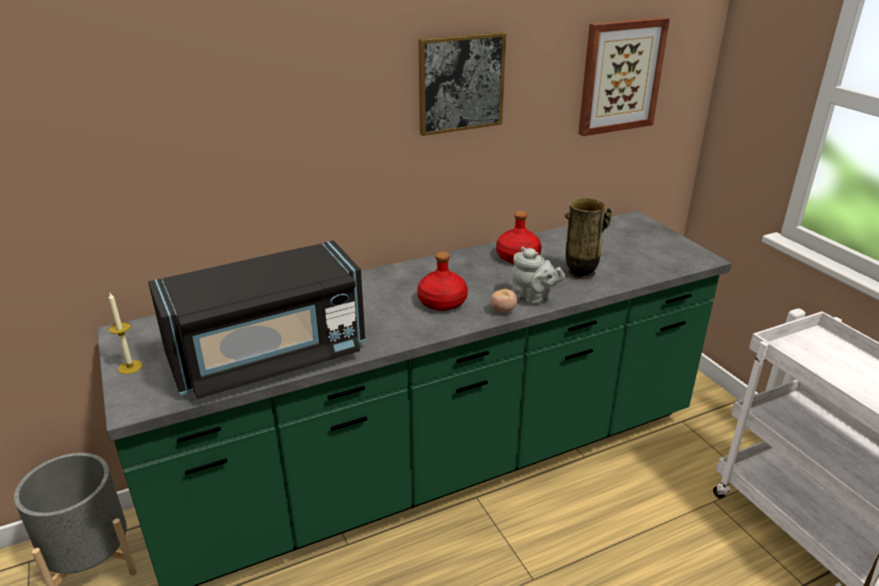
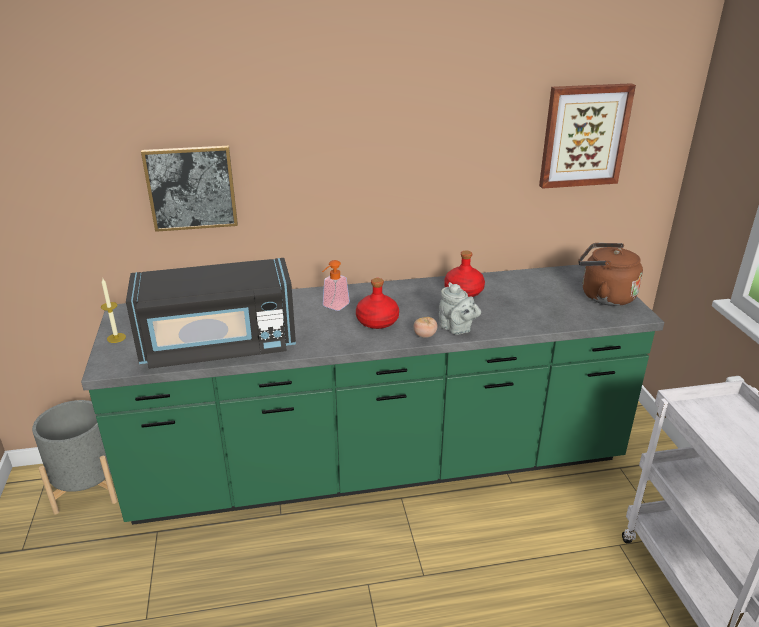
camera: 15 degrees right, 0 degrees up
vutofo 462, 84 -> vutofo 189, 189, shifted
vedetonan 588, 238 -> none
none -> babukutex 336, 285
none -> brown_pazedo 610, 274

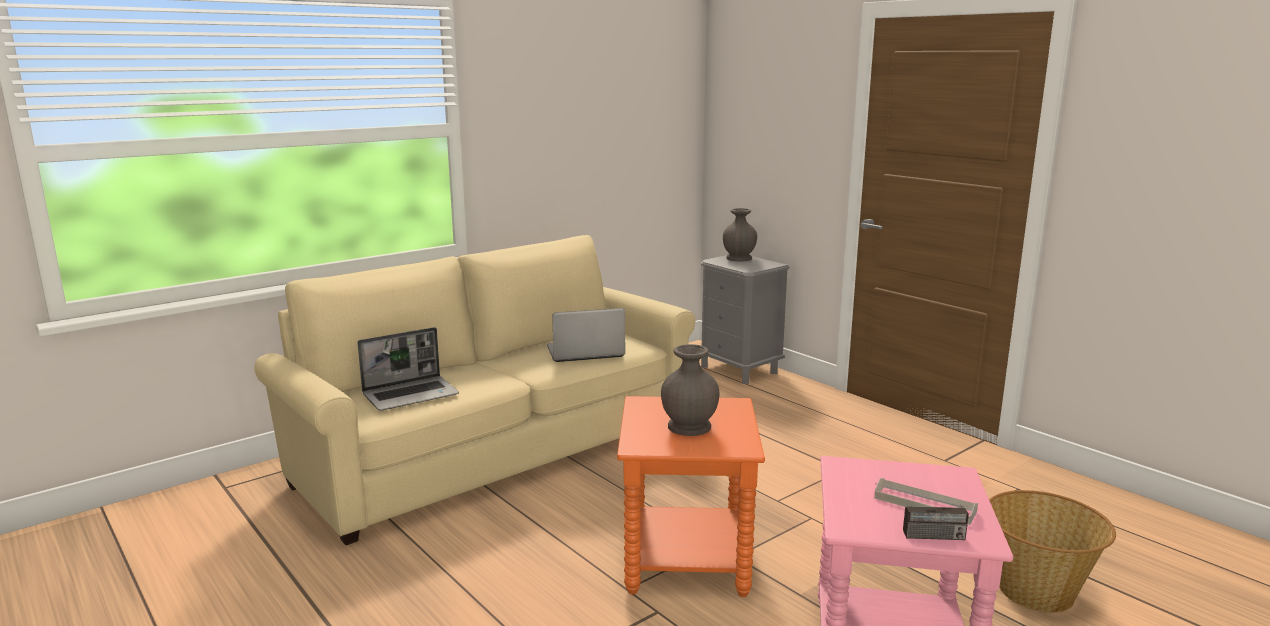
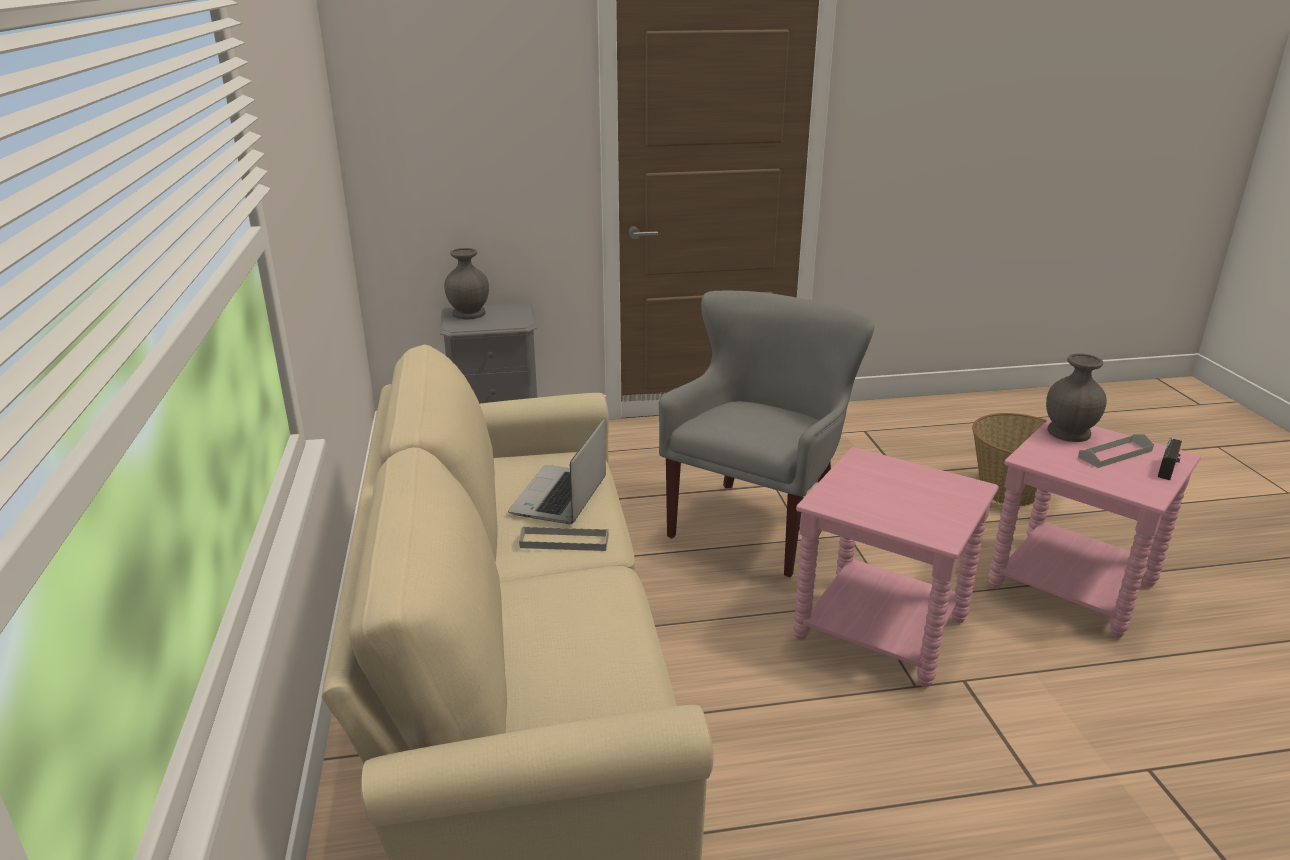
camera: 60 degrees left, 10 degrees up
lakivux 408, 369 -> none
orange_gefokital 691, 496 -> pink_gefokital 895, 567
grey_vedetonan 690, 390 -> grey_vedetonan 1076, 397, shifted
none -> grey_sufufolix 564, 538
none -> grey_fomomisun 766, 434

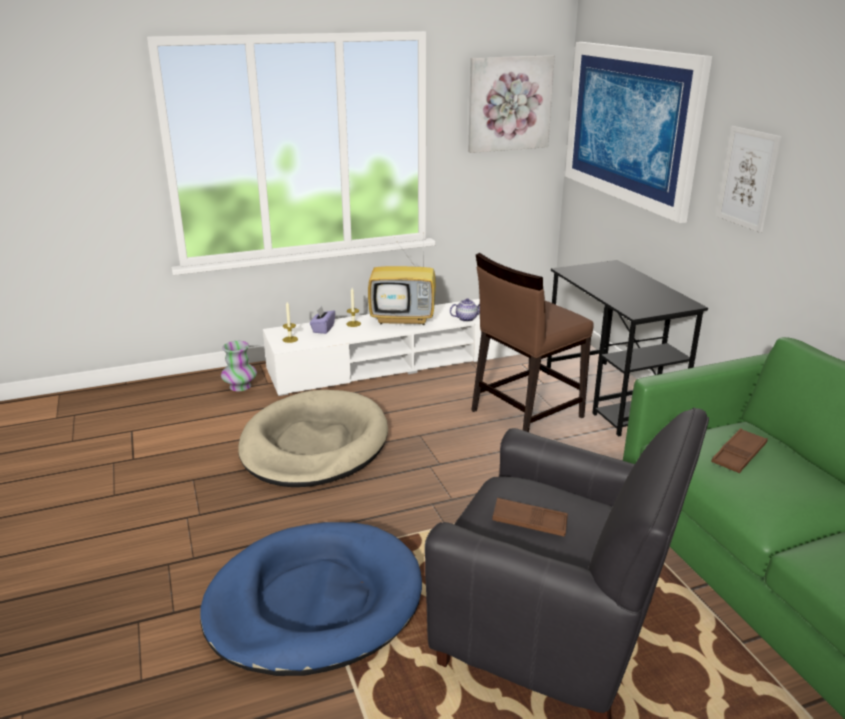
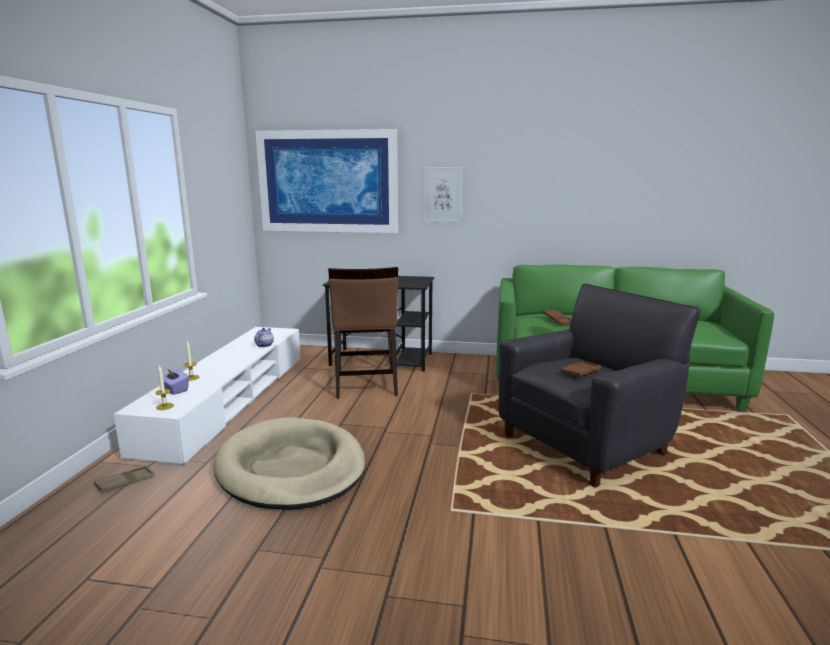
camera: 60 degrees left, 10 degrees down
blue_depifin 311, 599 -> none
vedetonan 239, 366 -> brown_sufufolix 124, 479
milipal 402, 282 -> none
vutofo 511, 104 -> none

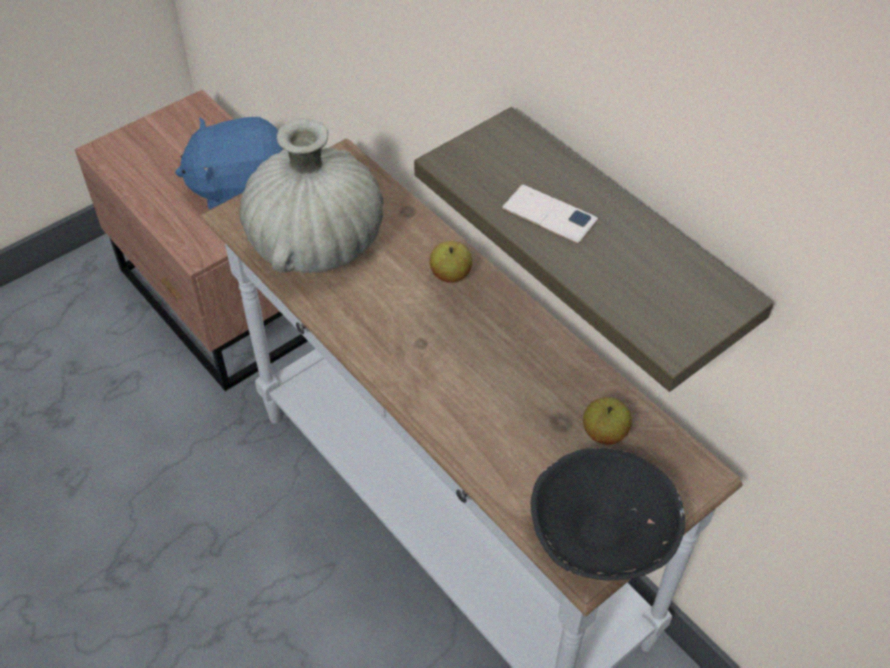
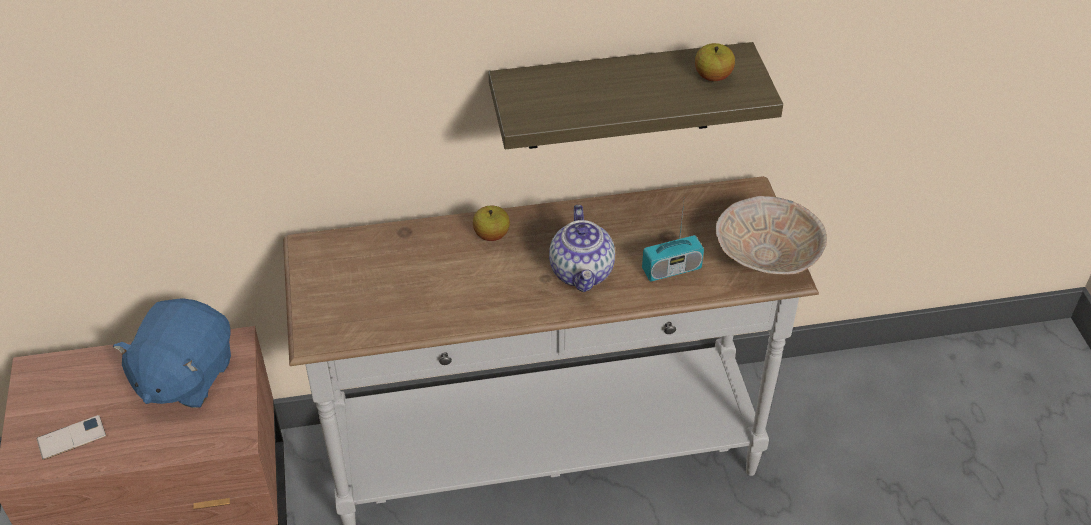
camera: 60 degrees left, 5 degrees down
beige_vedetonan 311, 195 -> none
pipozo 550, 214 -> pipozo 71, 437, shifted
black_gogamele 608, 514 -> beige_gogamele 771, 235
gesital 607, 420 -> gesital 715, 62, shifted
none -> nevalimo 582, 248
none -> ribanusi 673, 241

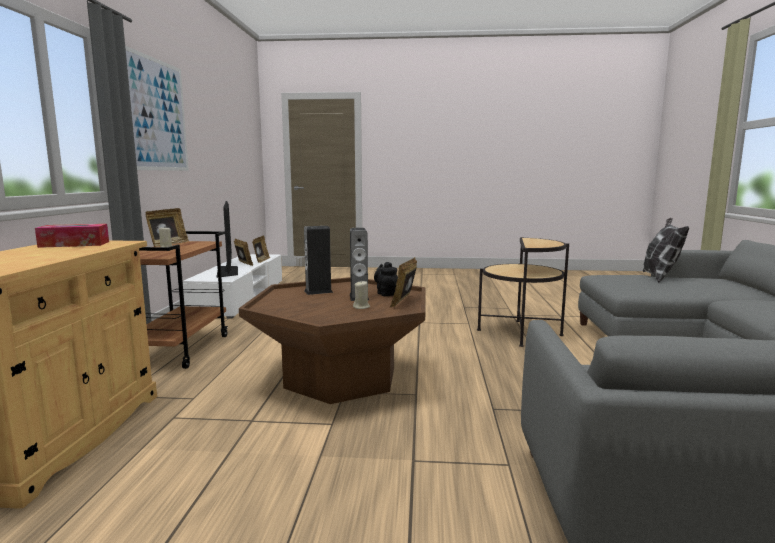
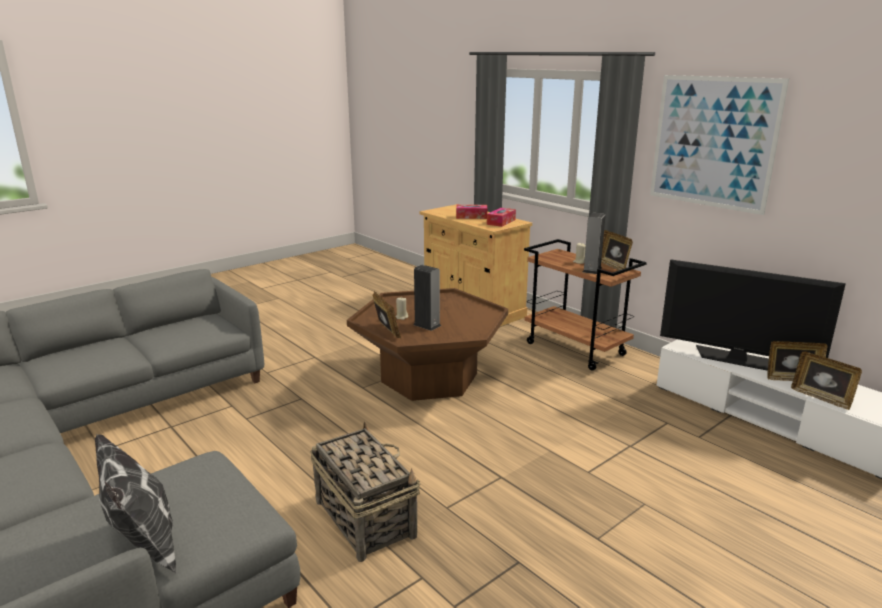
camera: 135 degrees right, 10 degrees up
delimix 318, 260 -> delimix 594, 243, shifted
black_nevalimo 386, 279 -> none
gefokital 523, 292 -> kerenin 365, 491
none -> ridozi 471, 212

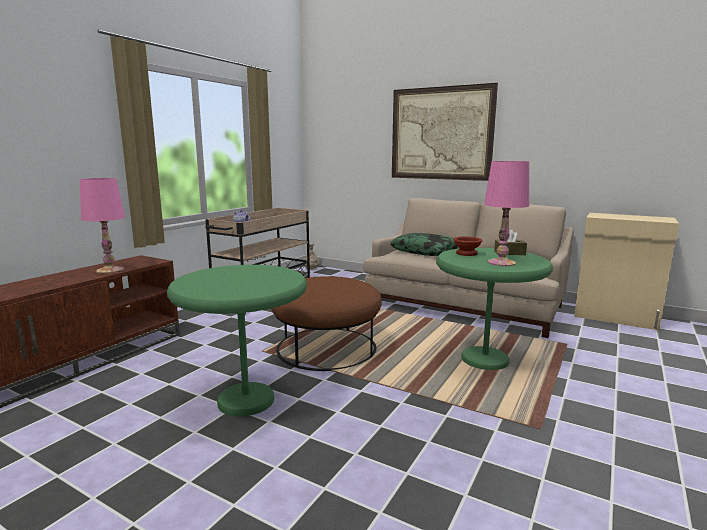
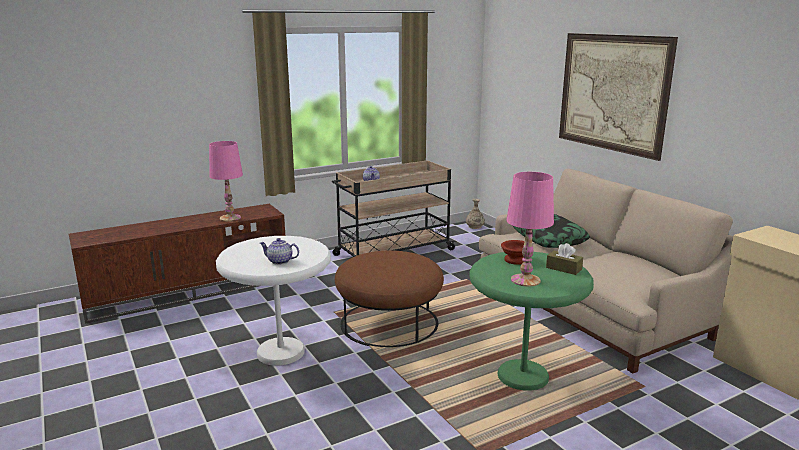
camera: 30 degrees right, 5 degrees up
green_gefokital 237, 340 -> white_gefokital 273, 301
none -> nevalimo 279, 251

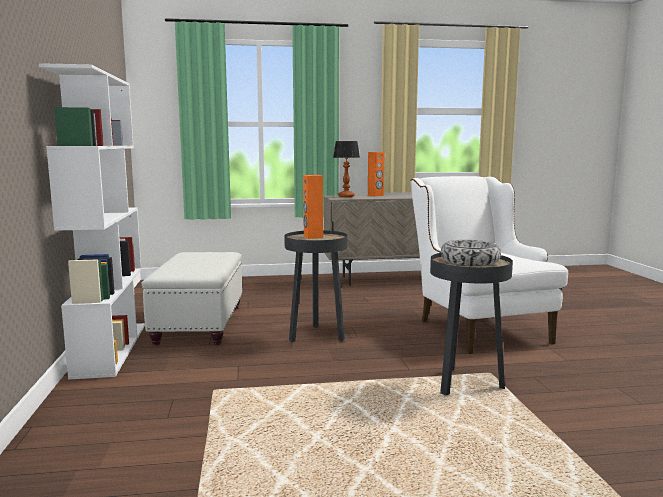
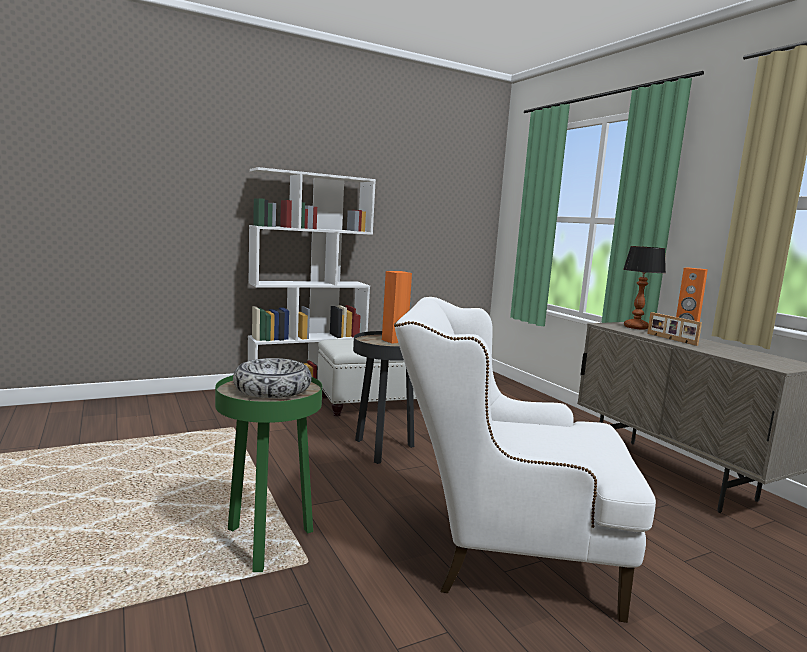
camera: 70 degrees right, 0 degrees up
white_fomomisun 489, 265 -> white_fomomisun 525, 460, 135 degrees counterclockwise
black_gefokital 471, 324 -> green_gefokital 268, 473
none -> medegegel 674, 329

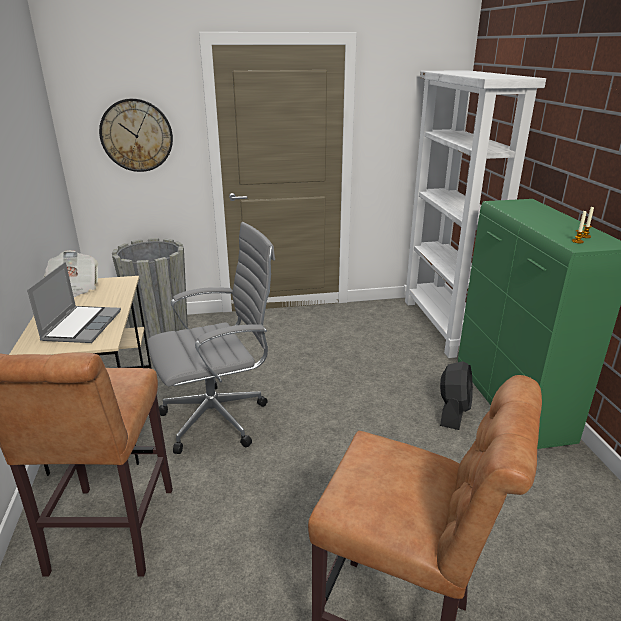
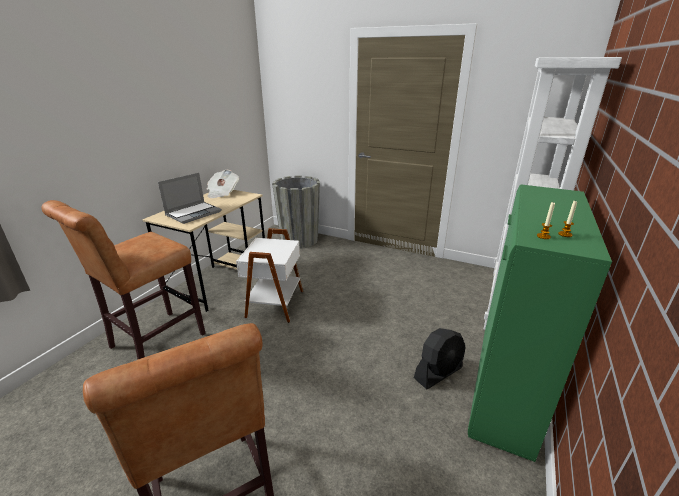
camera: 35 degrees right, 0 degrees up
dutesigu 136, 135 -> none
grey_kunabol 211, 338 -> white_gefokital 269, 275

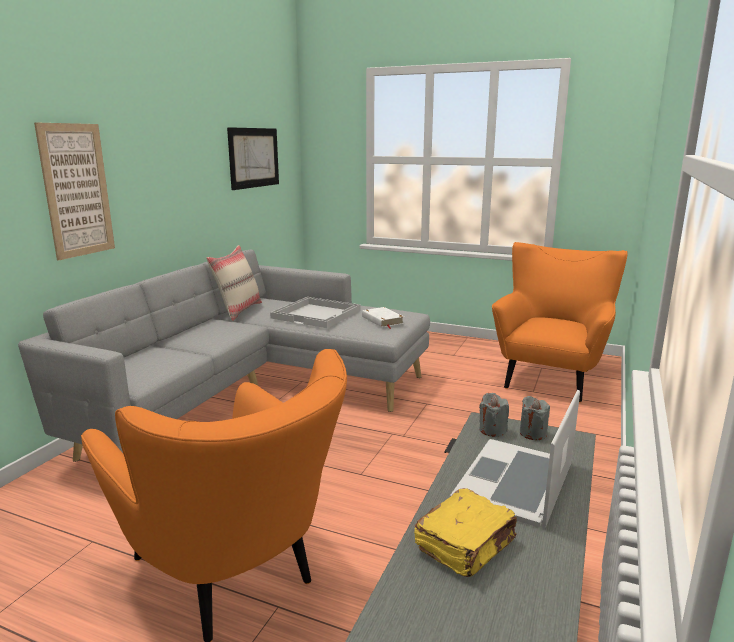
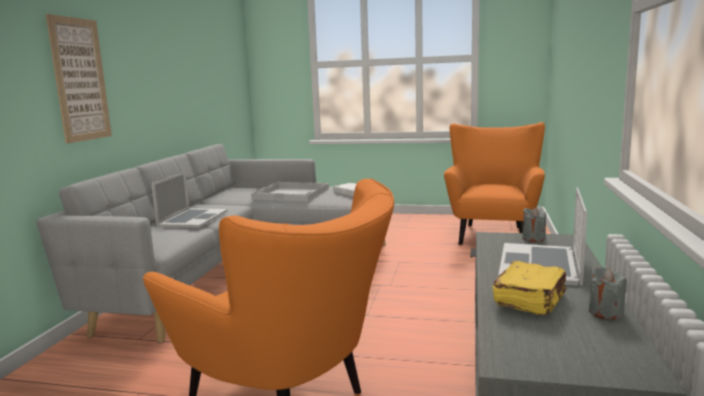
camera: 10 degrees left, 5 degrees down
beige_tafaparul 234, 283 -> none
vutofo 253, 158 -> none
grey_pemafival 494, 415 -> grey_pemafival 608, 293, shifted
none -> lakivux 189, 200

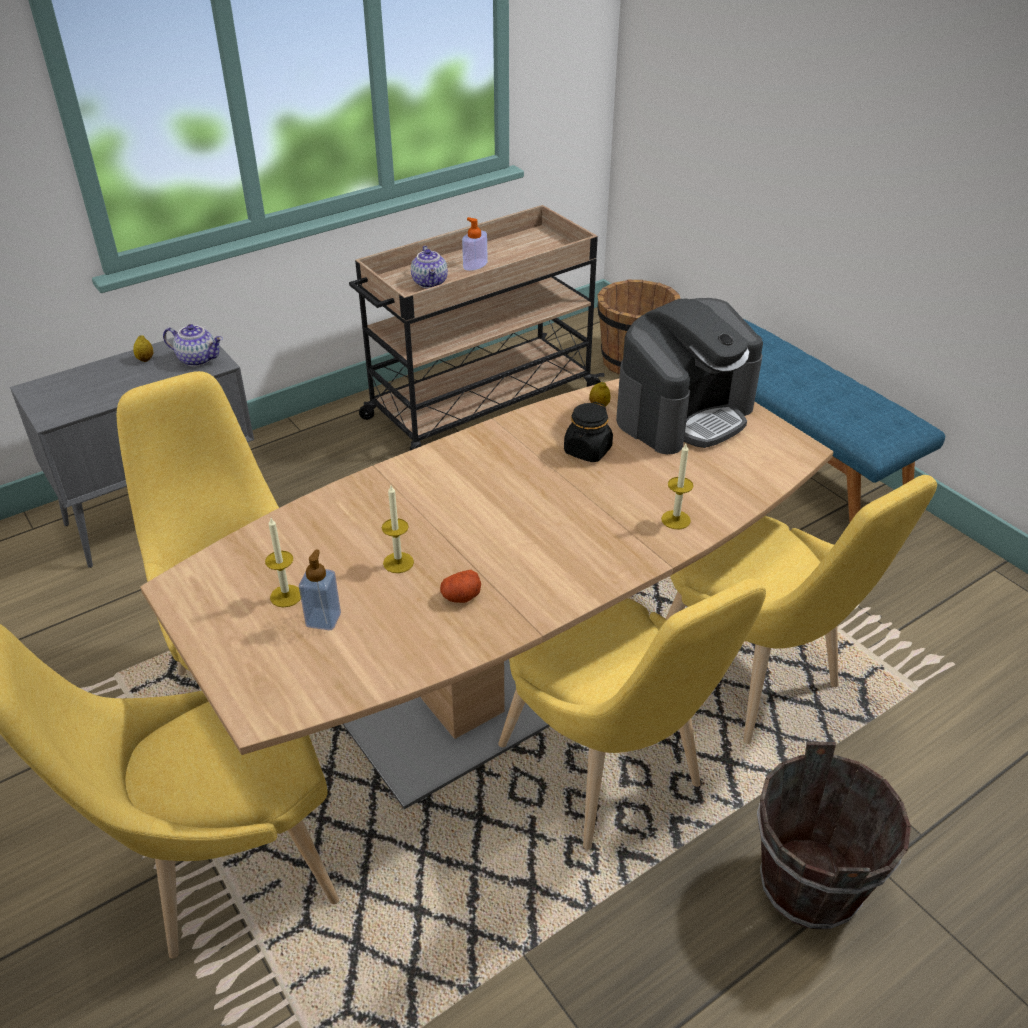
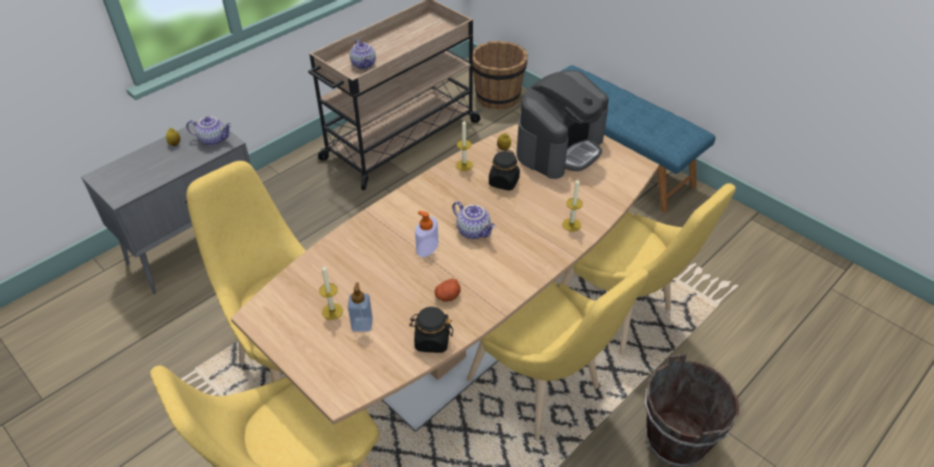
camera: 10 degrees left, 5 degrees up
pemafival 398, 529 -> pemafival 464, 145, shifted
babukutex 475, 244 -> babukutex 426, 234, shifted
none -> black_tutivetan 431, 330
none -> nevalimo 474, 220

